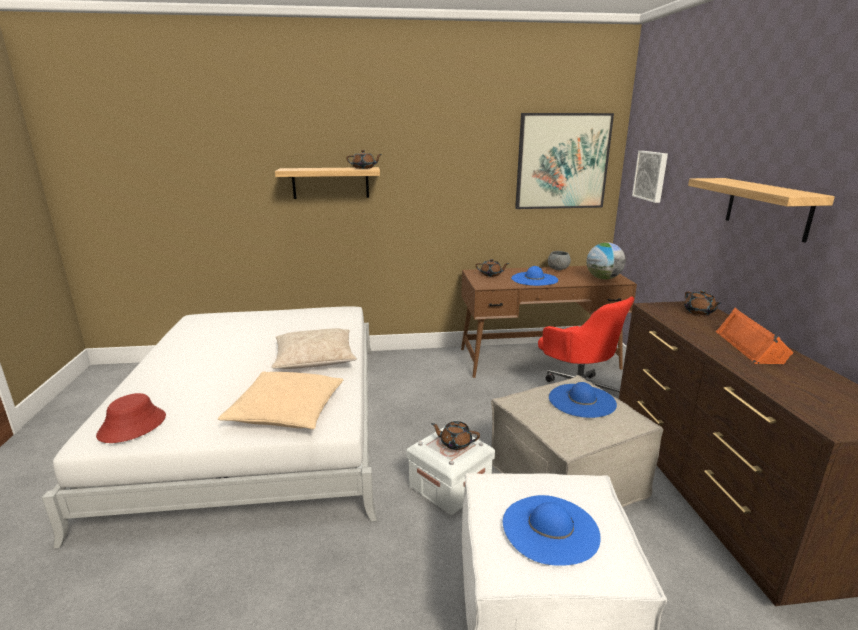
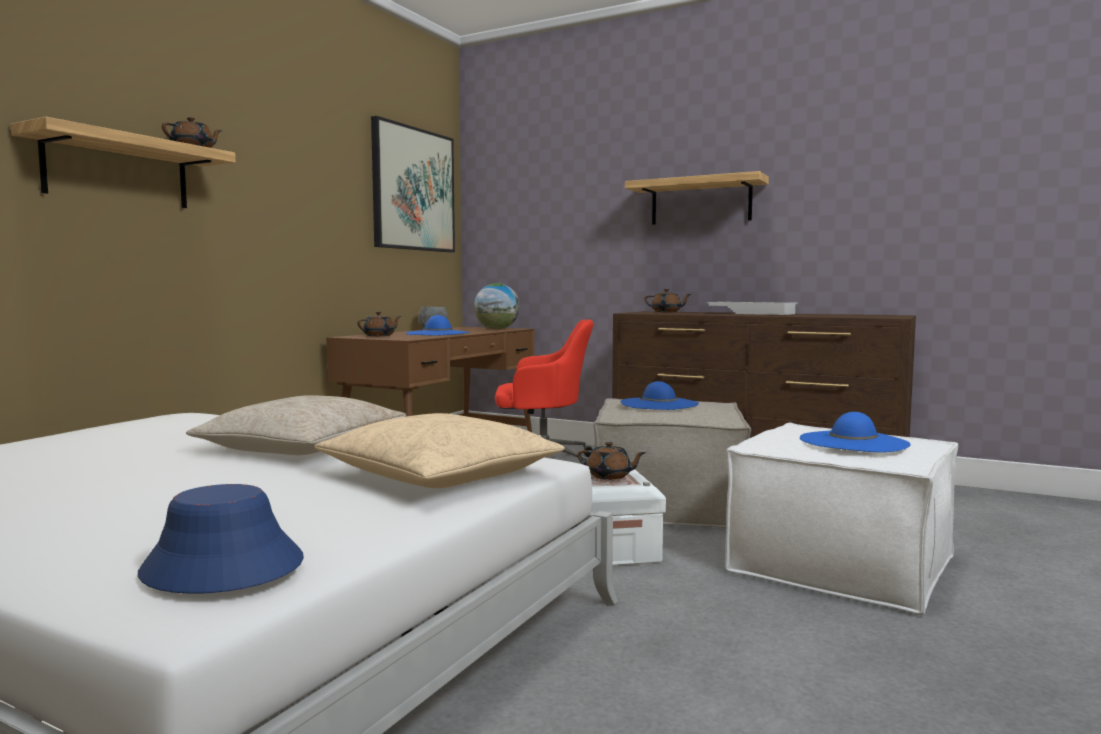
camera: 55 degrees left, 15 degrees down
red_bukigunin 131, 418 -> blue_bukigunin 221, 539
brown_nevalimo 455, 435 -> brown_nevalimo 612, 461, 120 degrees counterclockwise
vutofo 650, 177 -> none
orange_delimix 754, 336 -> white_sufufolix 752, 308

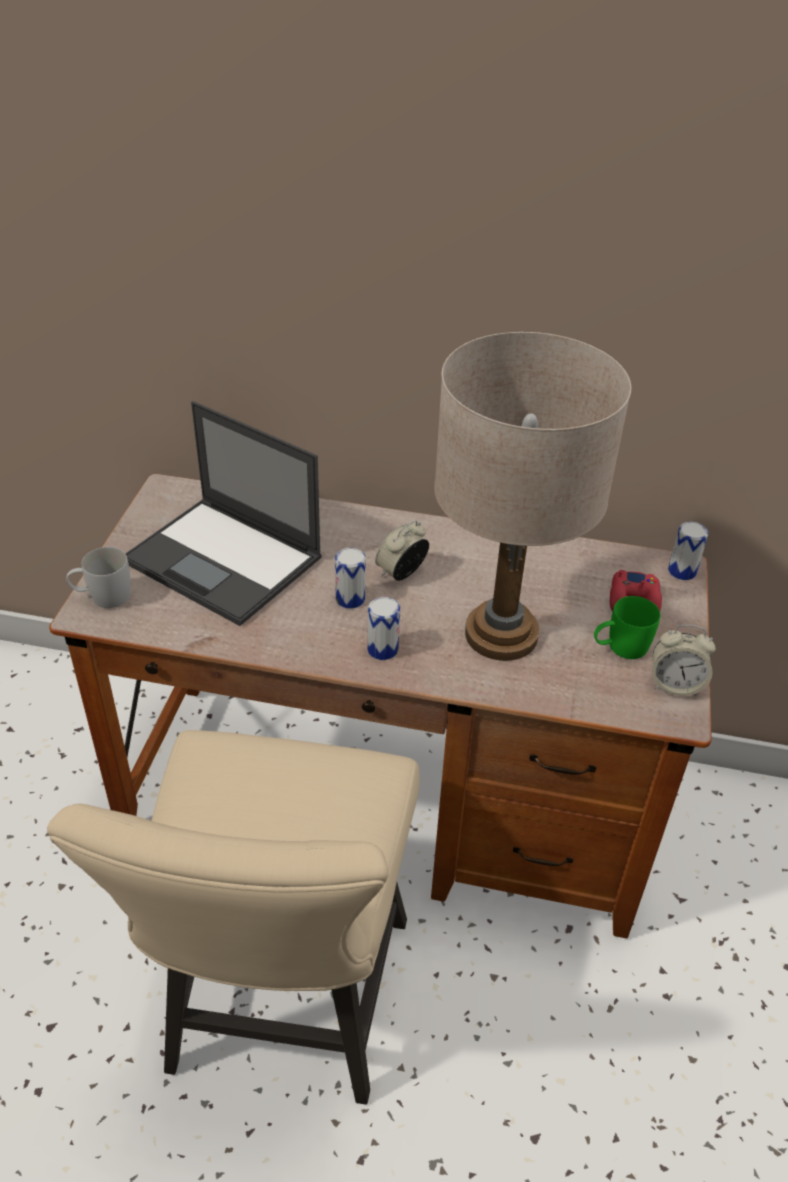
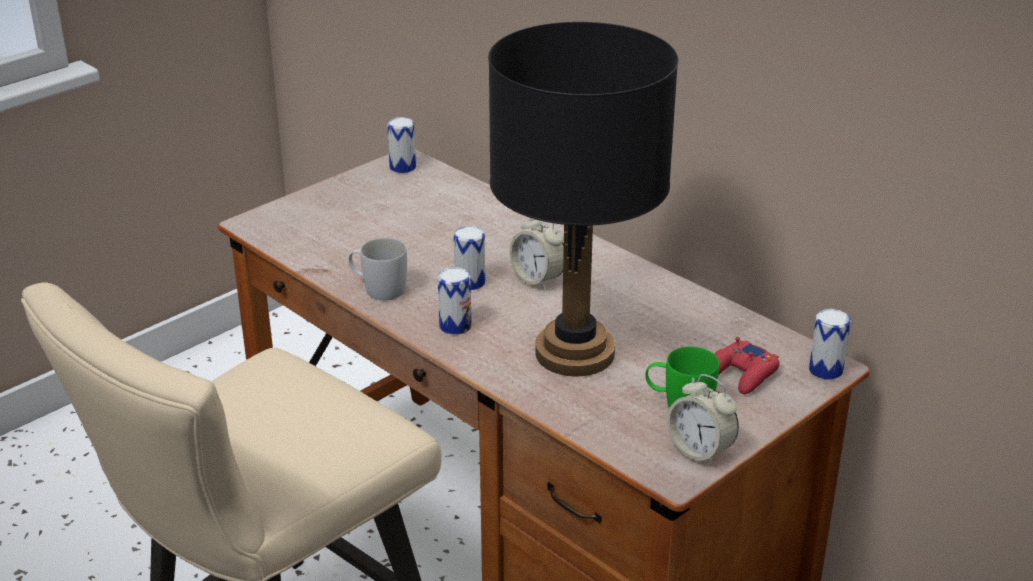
camera: 35 degrees right, 10 degrees down
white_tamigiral 98, 577 -> white_tamigiral 378, 269, shifted
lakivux 223, 513 -> none
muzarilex 402, 551 -> muzarilex 537, 254, 120 degrees counterclockwise
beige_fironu 532, 496 -> black_fironu 583, 199
none -> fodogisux 401, 145

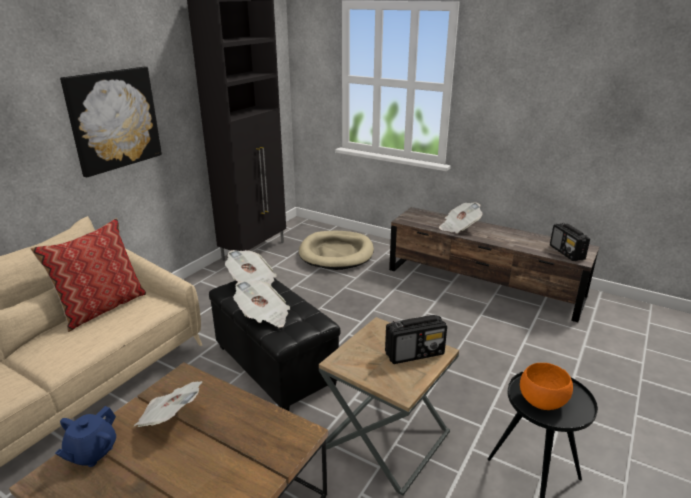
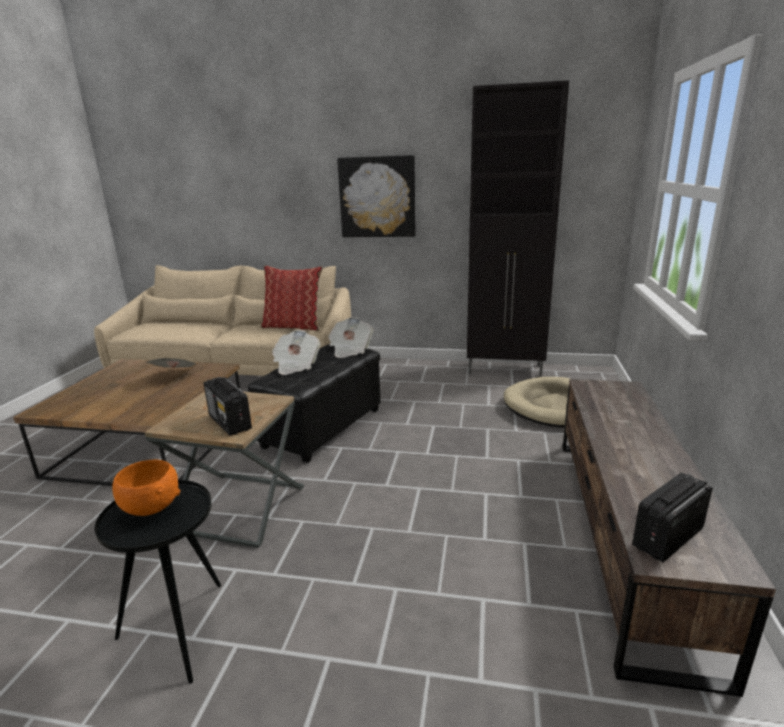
camera: 70 degrees right, 5 degrees down
blue_nevalimo 85, 436 -> none
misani 461, 217 -> none

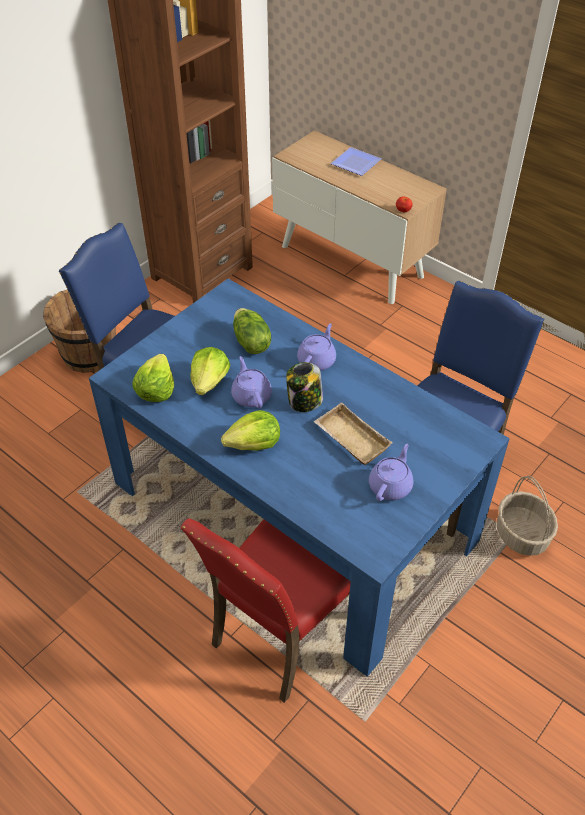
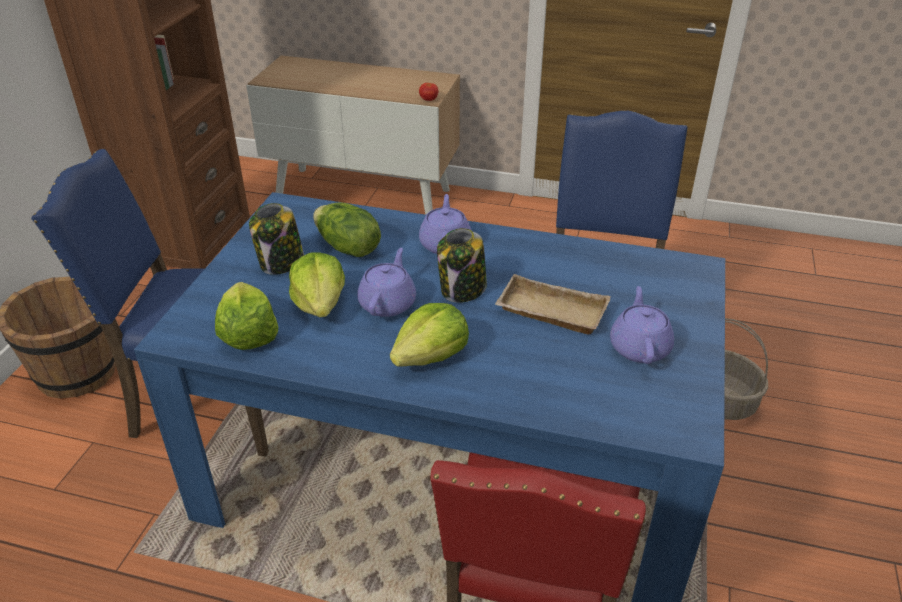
camera: 25 degrees left, 10 degrees down
purple_nevalimo 251, 382 -> purple_nevalimo 386, 282, 60 degrees clockwise
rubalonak 356, 161 -> none
none -> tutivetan 276, 239

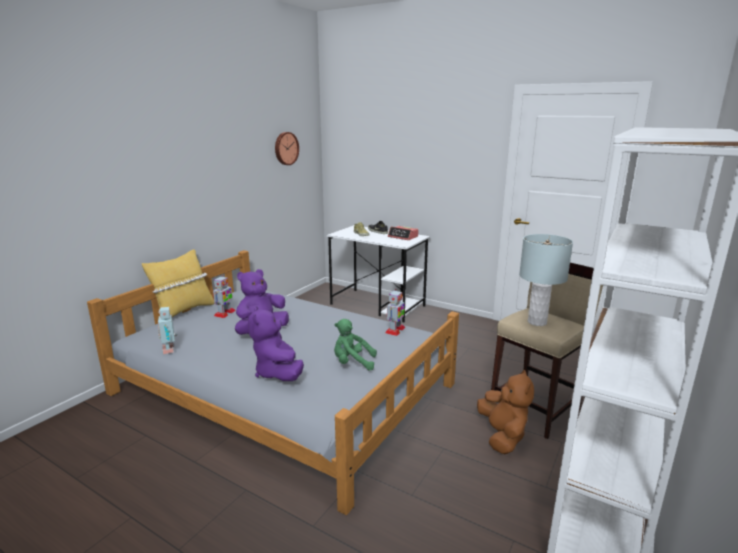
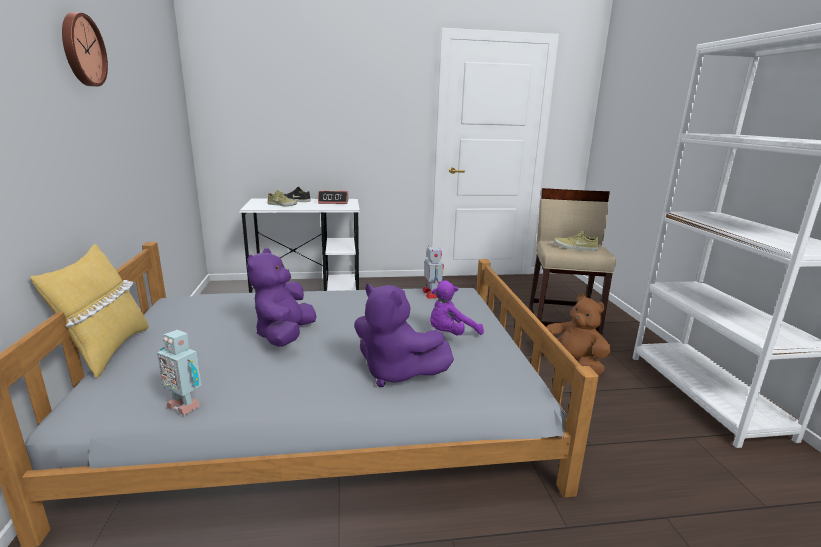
camera: 40 degrees left, 0 degrees up
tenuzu 224, 296 -> none
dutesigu 287, 148 -> dutesigu 85, 49, shifted
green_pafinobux 355, 345 -> purple_pafinobux 457, 308
grey_fironu 546, 280 -> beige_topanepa 576, 240

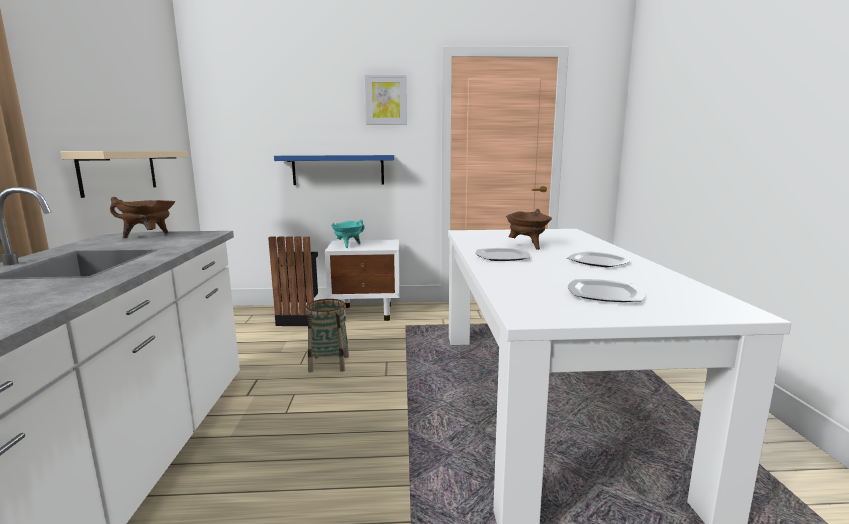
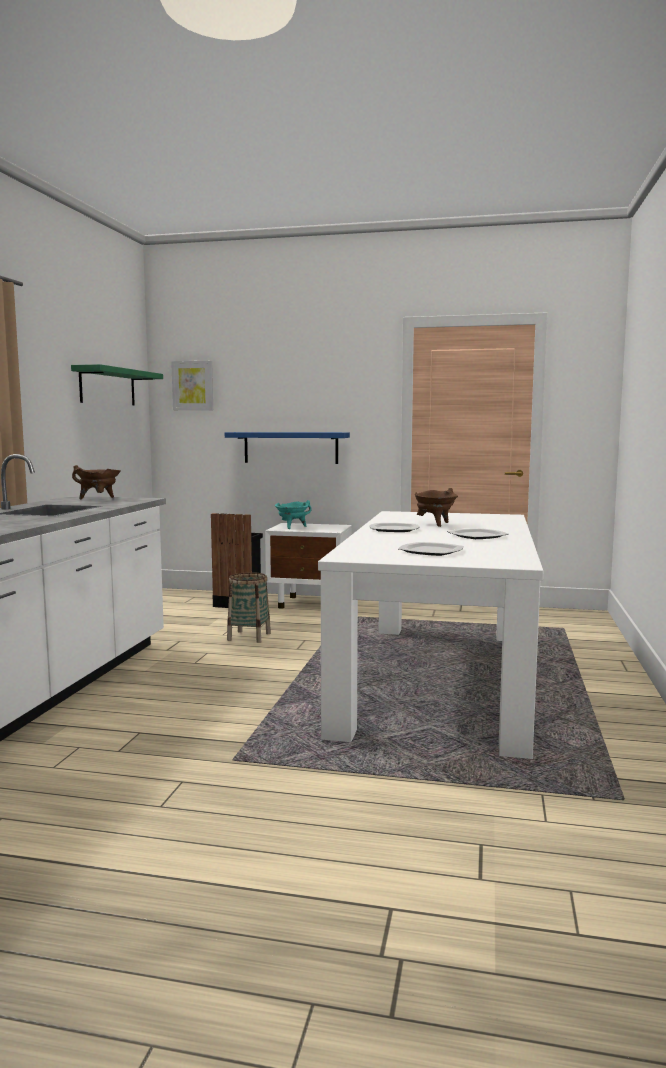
camera: 15 degrees right, 5 degrees down
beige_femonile 124, 174 -> none
vutofo 385, 100 -> vutofo 192, 385, shifted
none -> green_femonile 117, 384

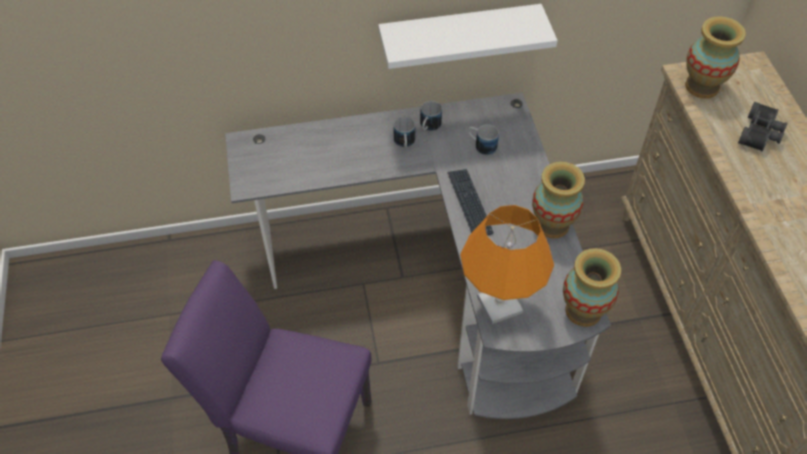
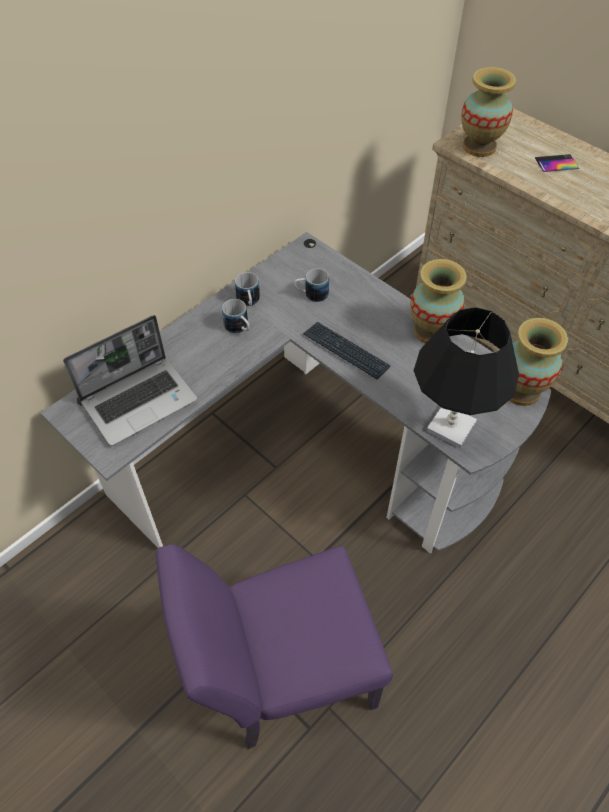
camera: 35 degrees left, 0 degrees up
white_femonile 468, 36 -> none
orange_fironu 507, 264 -> black_fironu 466, 377
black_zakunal 762, 126 -> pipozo 557, 163
none -> lakivux 130, 380

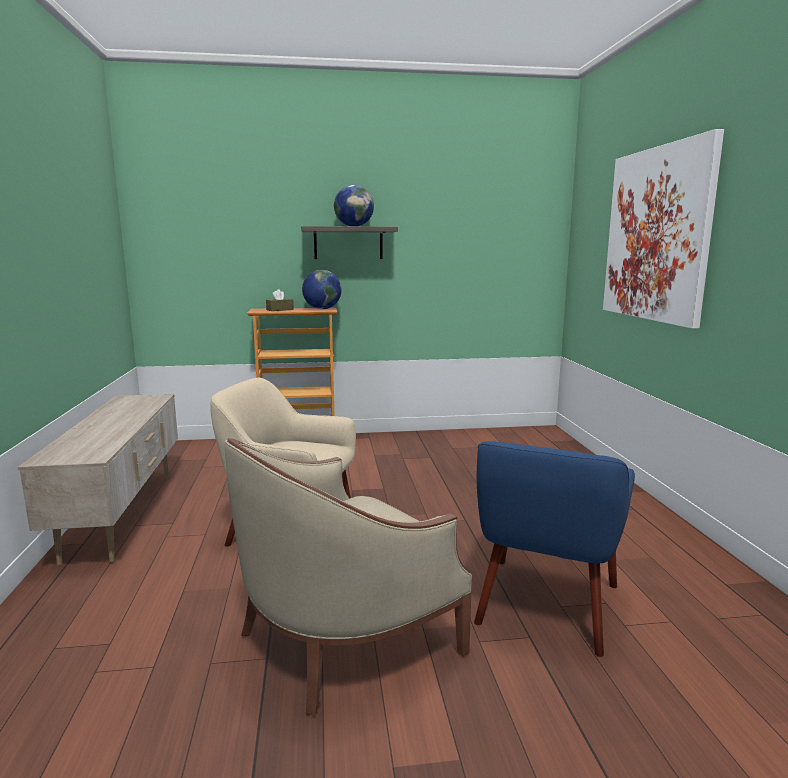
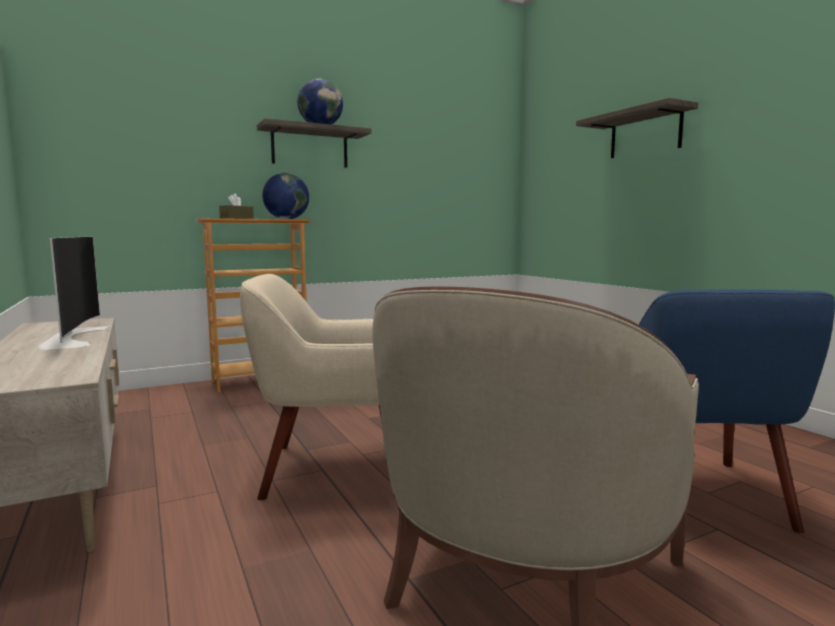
camera: 20 degrees left, 5 degrees down
vutofo 663, 228 -> femonile 637, 128
none -> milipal 74, 293

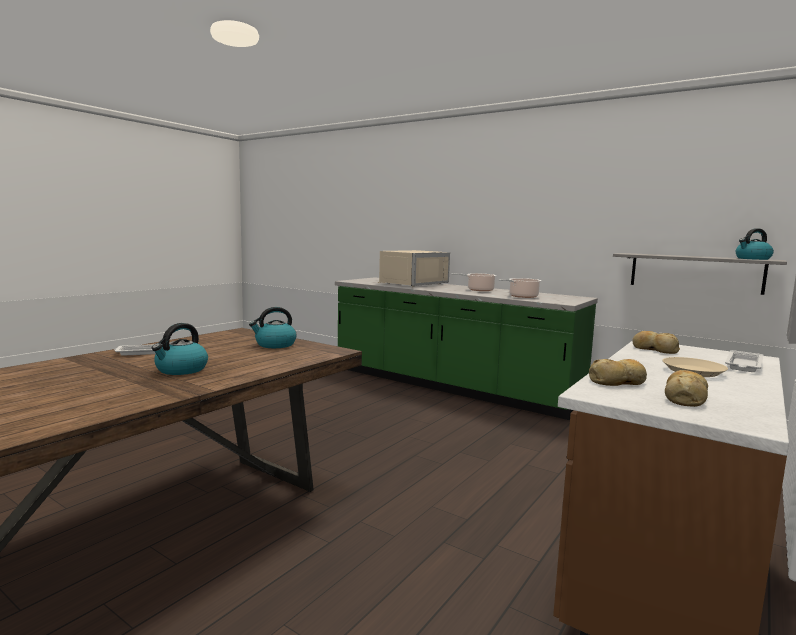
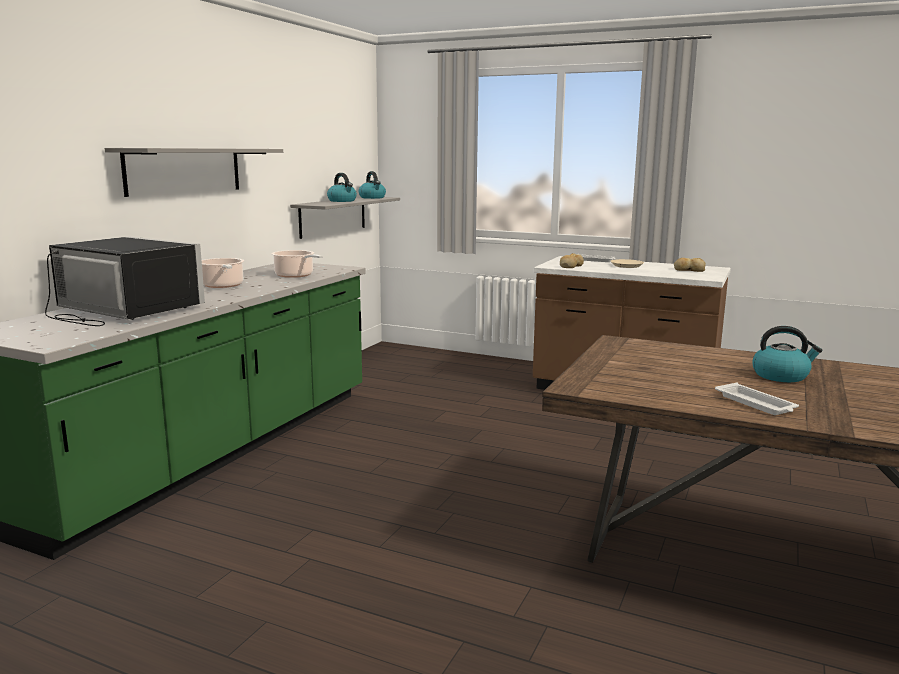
camera: 100 degrees left, 5 degrees up
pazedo 273, 327 -> pazedo 342, 187, shifted
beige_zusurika 413, 268 -> black_zusurika 125, 281
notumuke 618, 372 -> none
none -> grey_femonile 194, 172

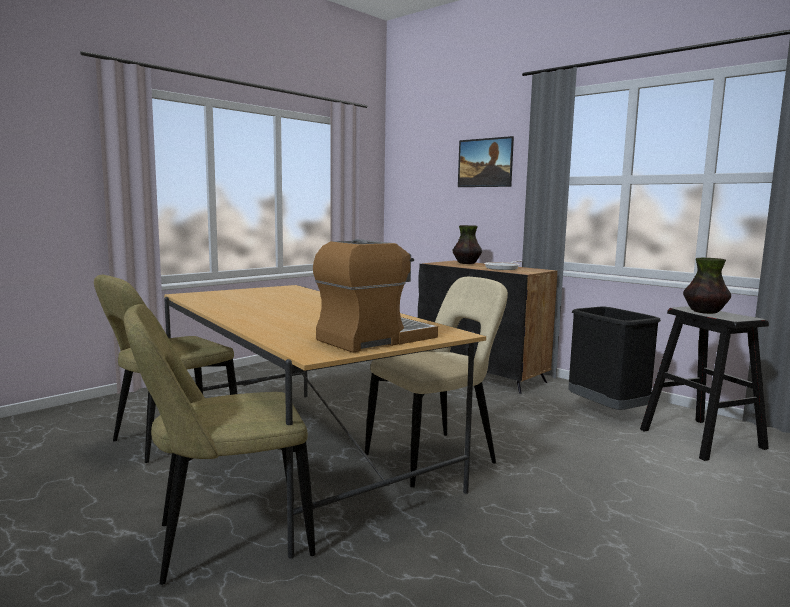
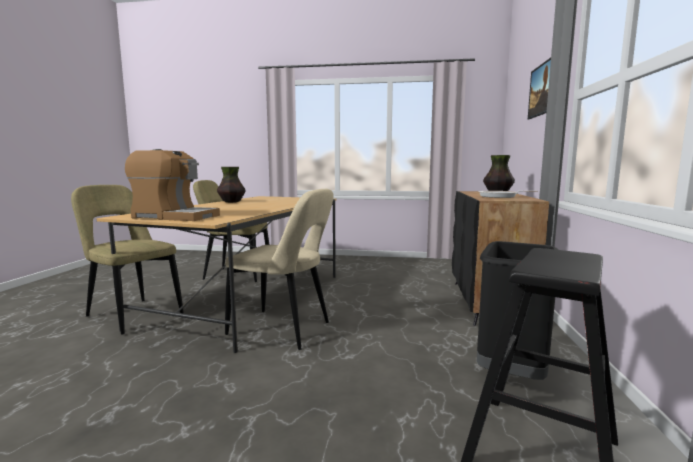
camera: 55 degrees right, 0 degrees up
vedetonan 707, 286 -> vedetonan 231, 185, shifted

